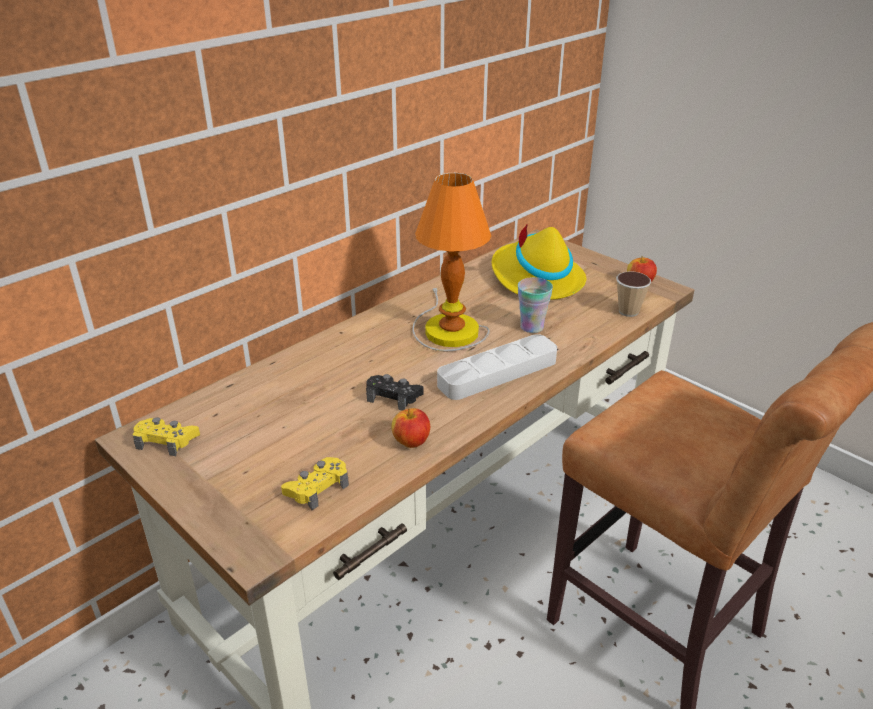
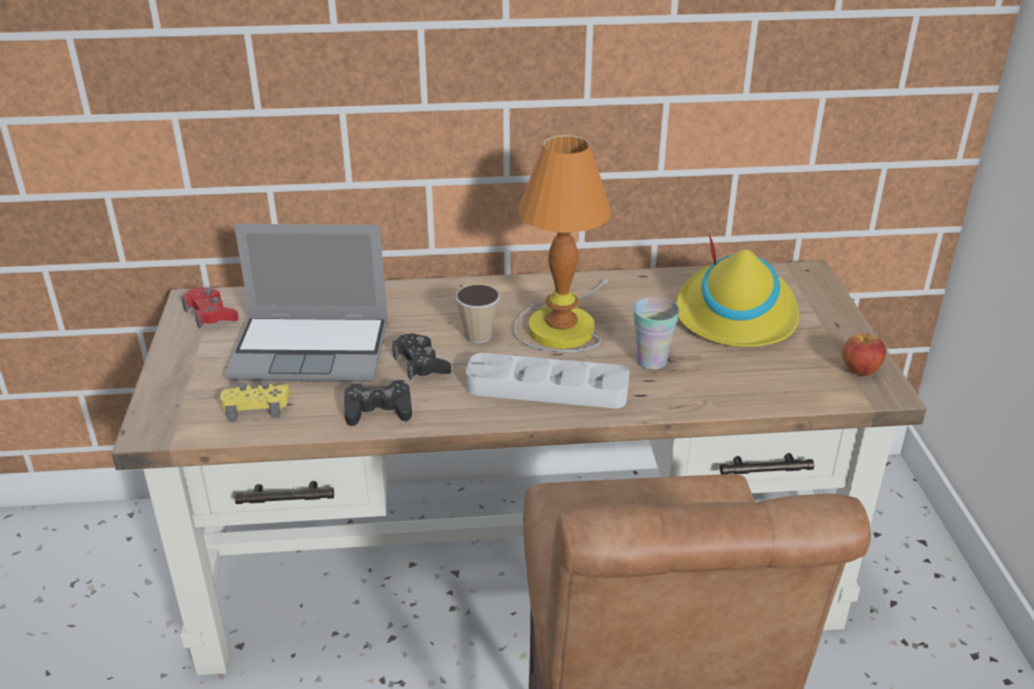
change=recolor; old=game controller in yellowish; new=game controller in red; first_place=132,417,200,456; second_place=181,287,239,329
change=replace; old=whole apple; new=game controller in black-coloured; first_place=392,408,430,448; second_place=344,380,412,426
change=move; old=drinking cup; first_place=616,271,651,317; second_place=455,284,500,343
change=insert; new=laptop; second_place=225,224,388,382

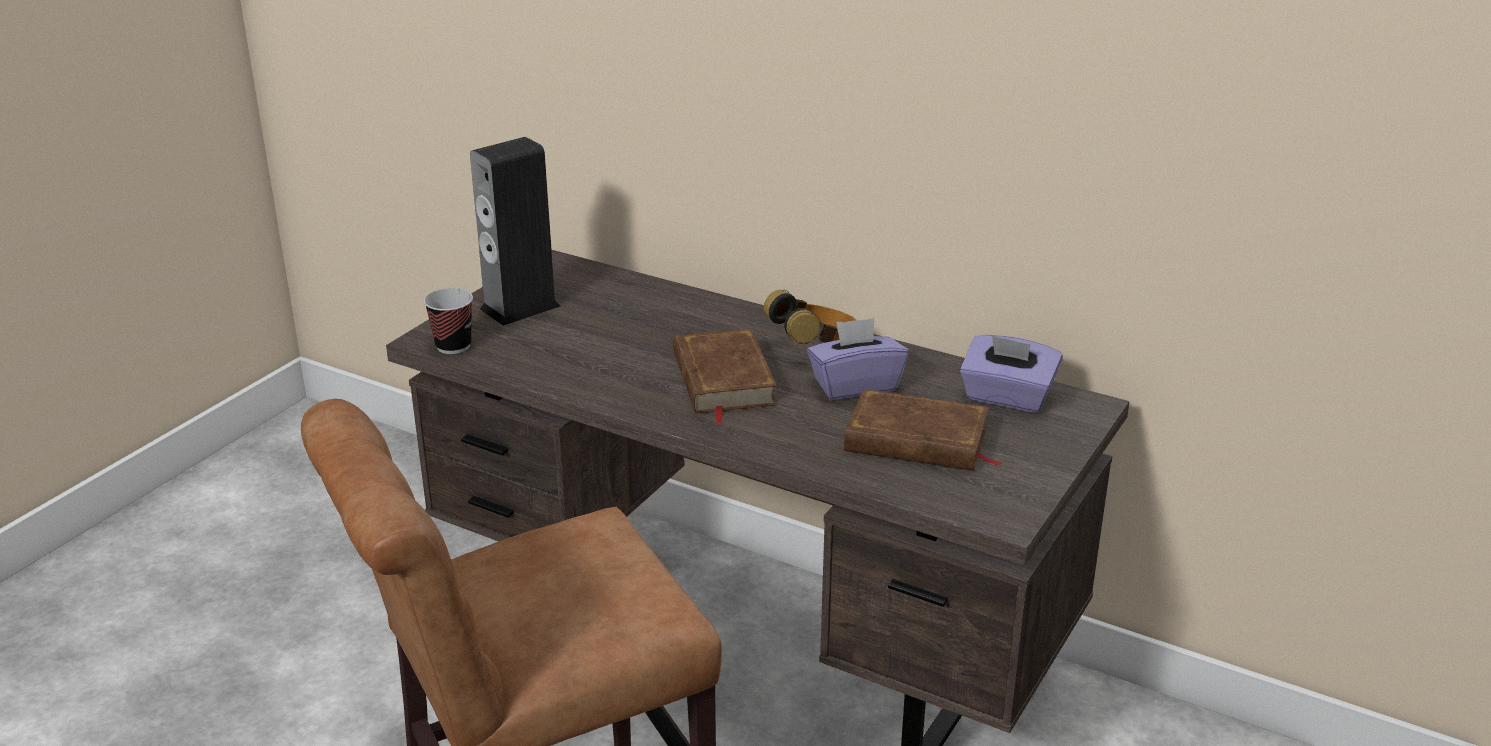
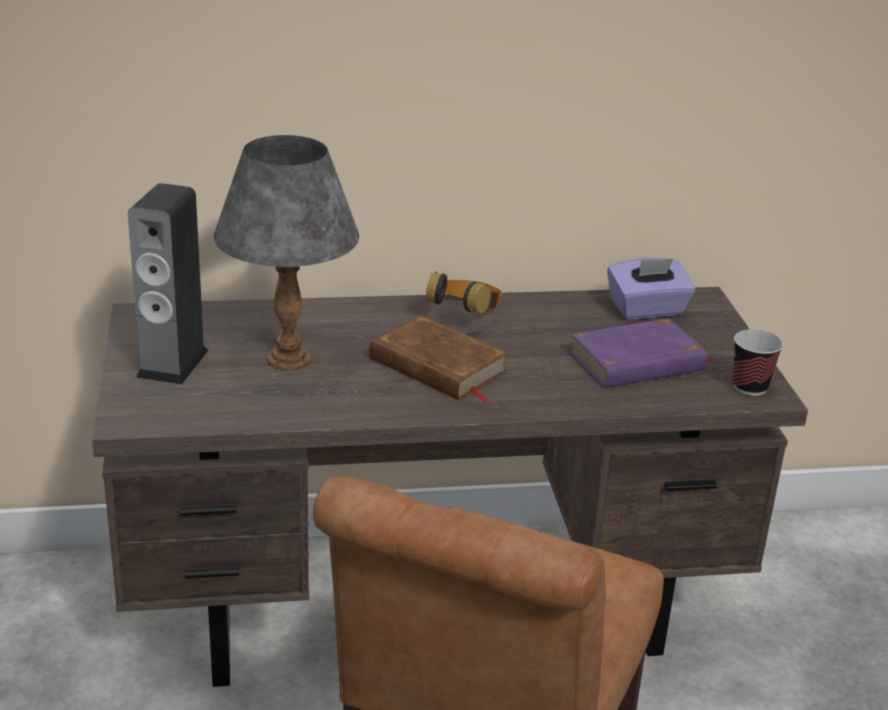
change=move; old=drinking cup; first_place=424,288,473,354; second_place=733,329,783,396
change=delete; old=tissue holder in purple; first_place=807,318,909,400
change=recolor; old=bound book in brown-coloured; new=bound book in purple; first_place=844,389,1001,471; second_place=569,318,712,388
change=insert; new=lamp for a table in gray; second_place=214,135,359,371

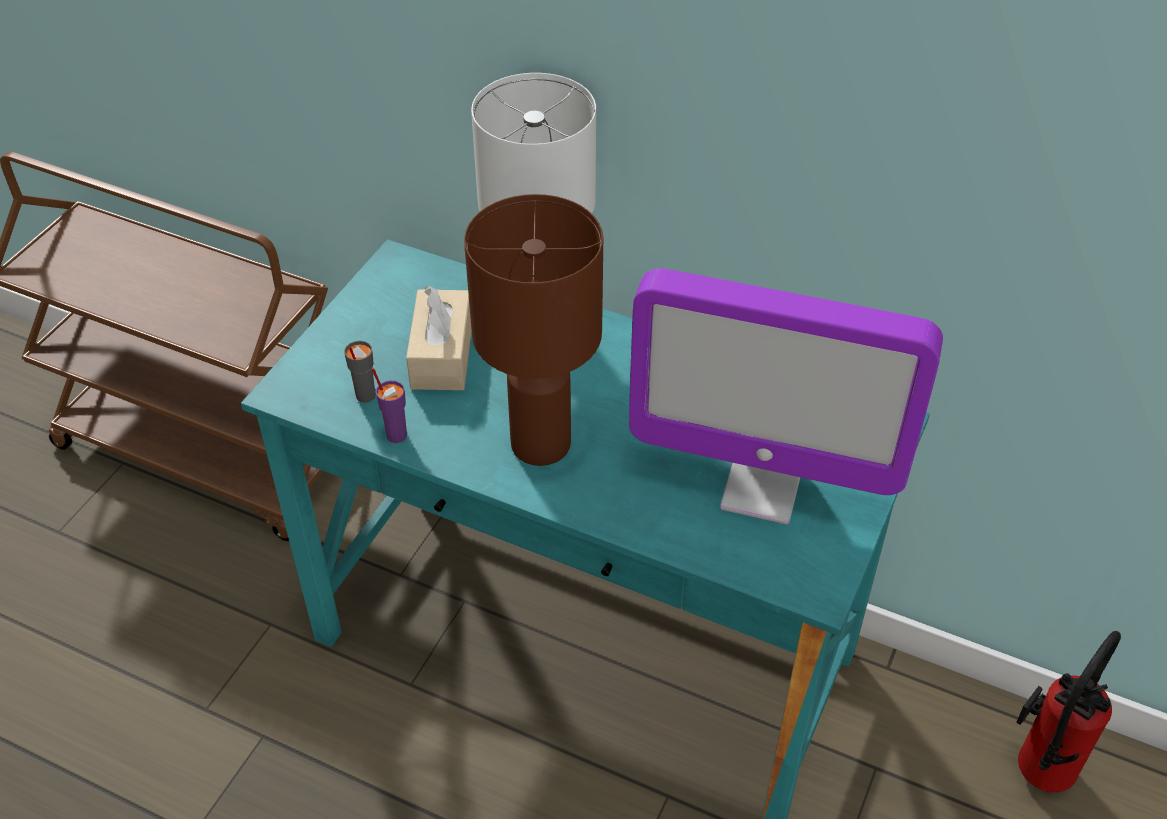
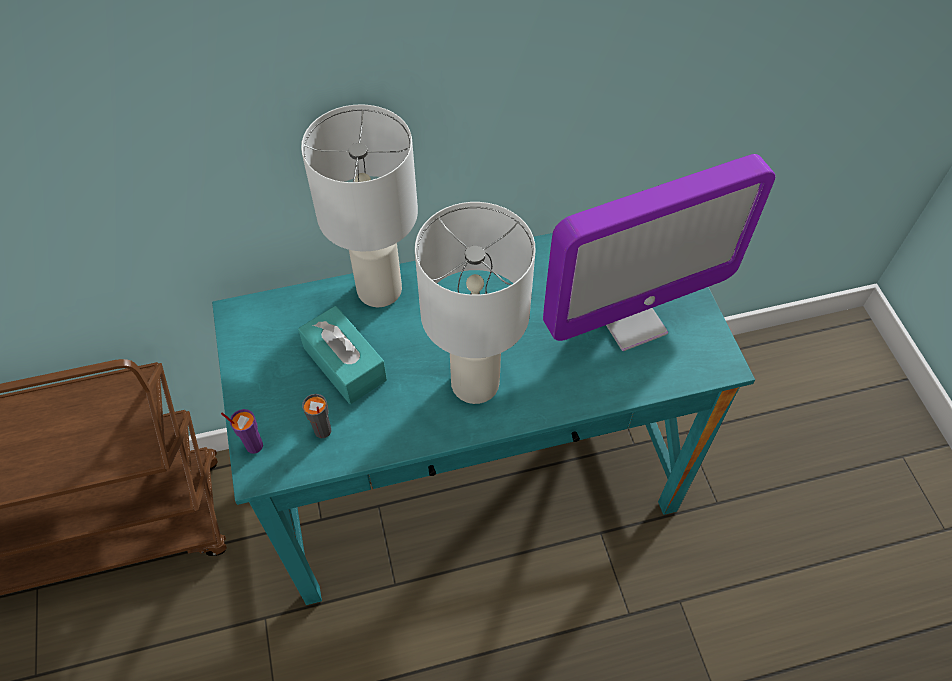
change=move; old=drinking cup in purple; first_place=372,368,407,443; second_place=221,409,263,454
change=recolor; old=tissue holder in beige-coloured; new=tissue holder in blue-green; first_place=406,286,472,390; second_place=298,306,387,404
change=recolor; old=lamp for a table in brown-coloured; new=lamp for a table in white-coloured; first_place=464,194,603,466; second_place=415,202,536,404
change=delete; old=fire extinguisher; first_place=1016,631,1121,792

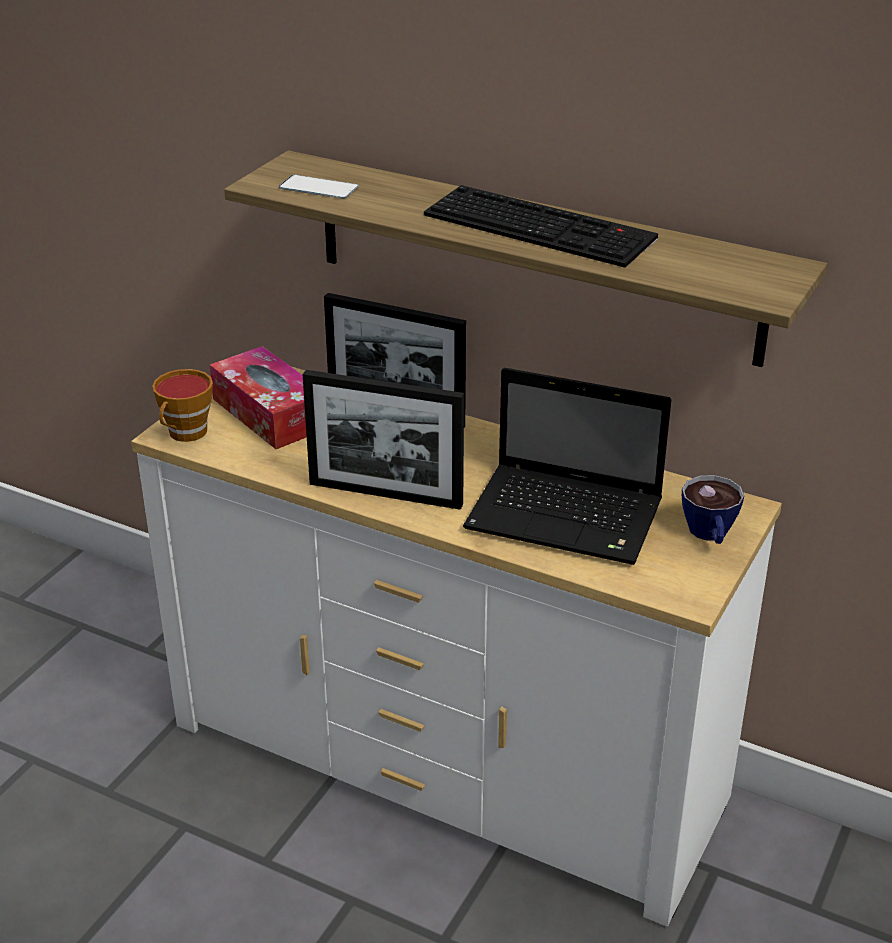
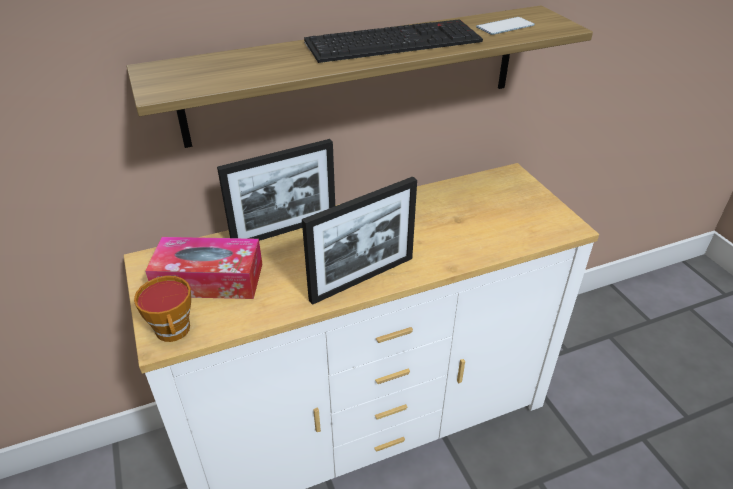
change=move; old=handset; first_place=279,175,359,199; second_place=476,17,535,35
change=delete; old=laptop; first_place=463,368,672,565
change=delete; old=drinking cup; first_place=682,475,744,544

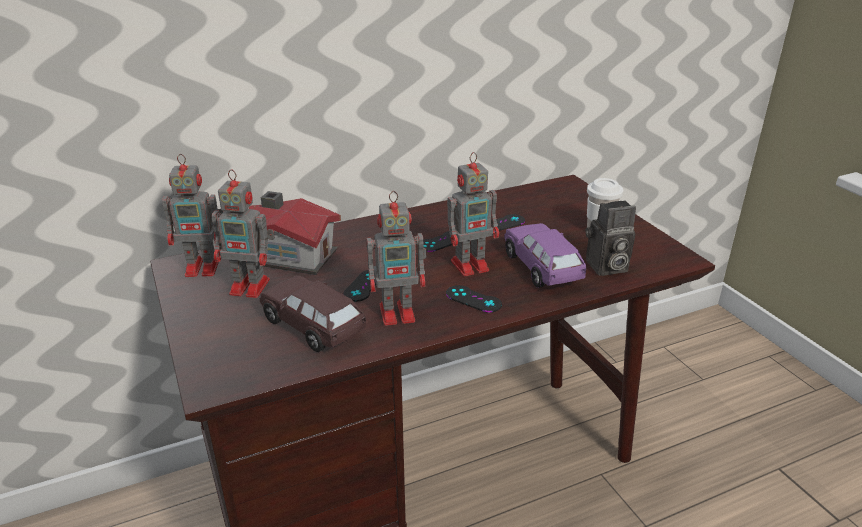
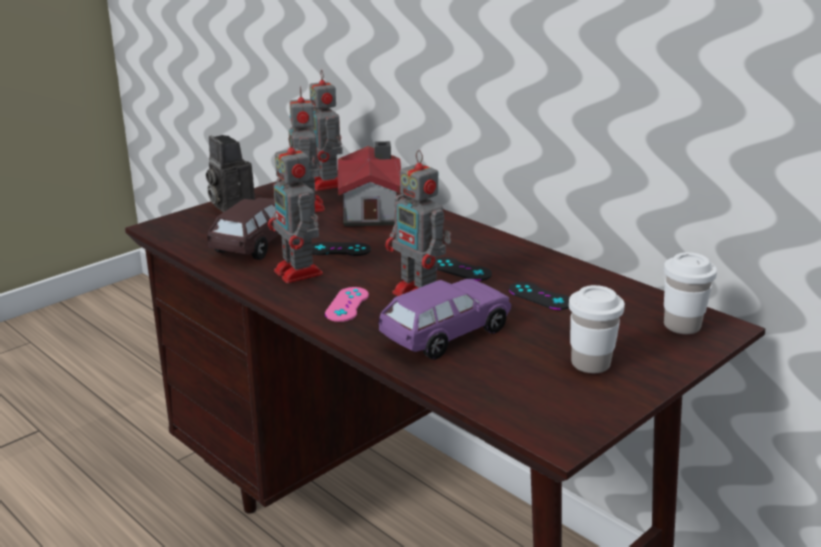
change=recolor; old=game controller in black-coloured; new=game controller in pinkish; first_place=446,285,502,313; second_place=325,287,369,322
change=move; old=still camera; first_place=585,200,636,276; second_place=206,135,255,212
change=insert; new=drinking cup in white-coloured; second_place=664,252,717,334

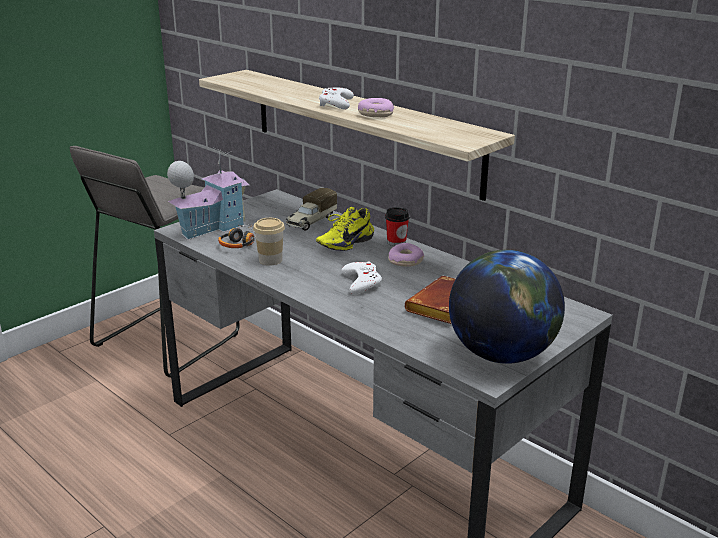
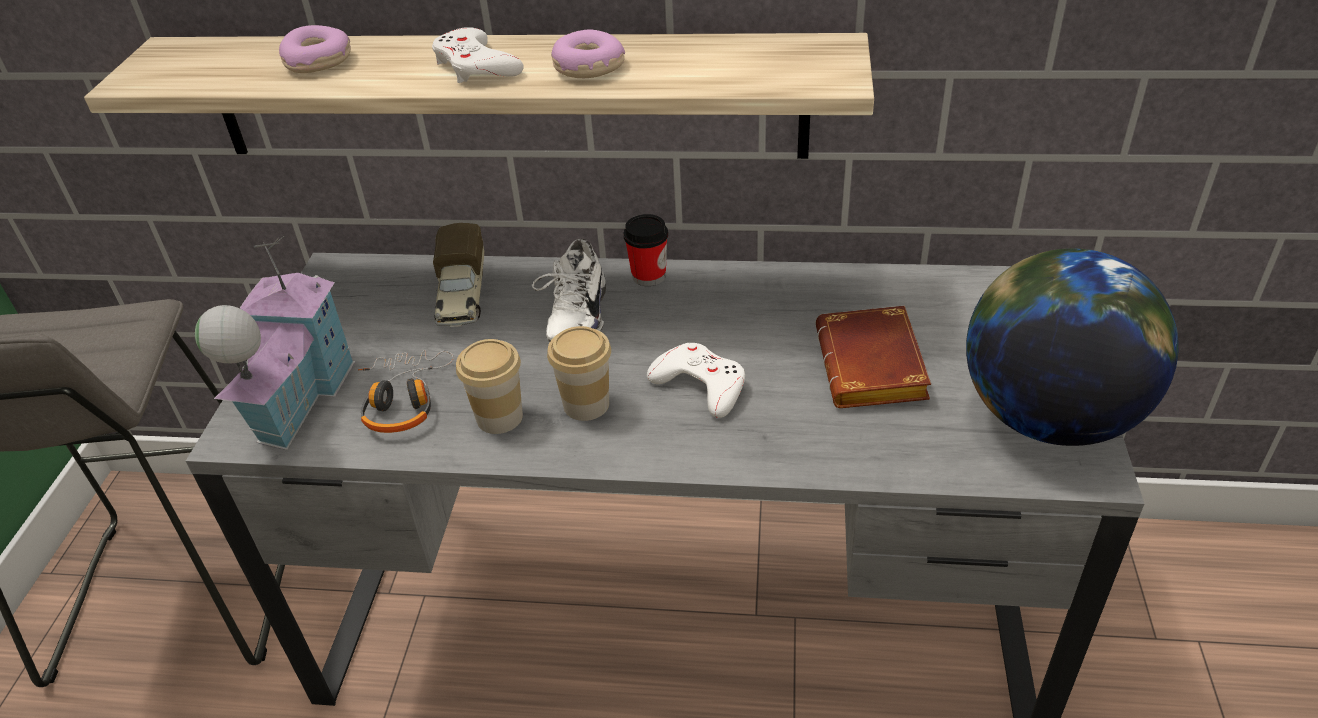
change=recolor; old=item of footwear in yellowish; new=item of footwear in white-coloured; first_place=316,207,374,251; second_place=532,239,606,342
change=move; old=donut; first_place=388,243,424,267; second_place=279,25,351,73
change=insert; new=drinking cup; second_place=547,326,611,421

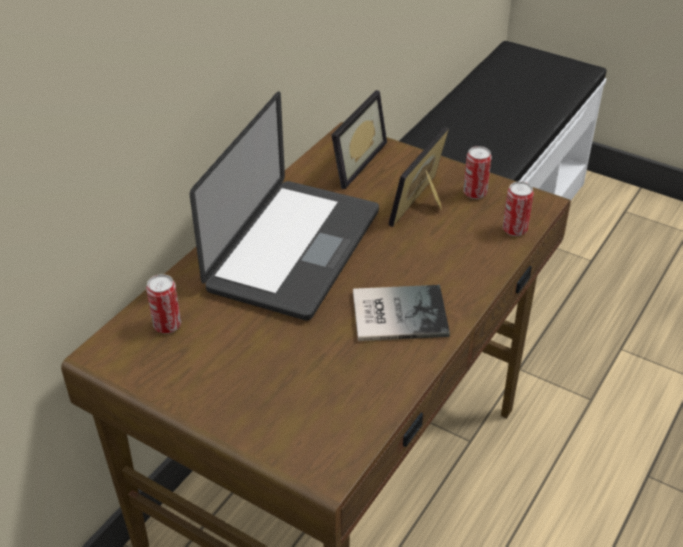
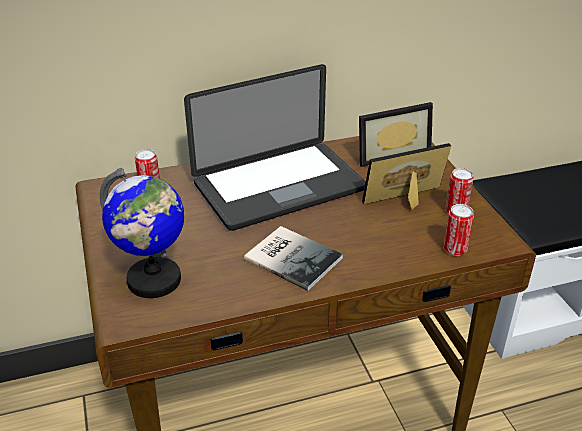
change=insert; new=globe; second_place=100,168,184,298

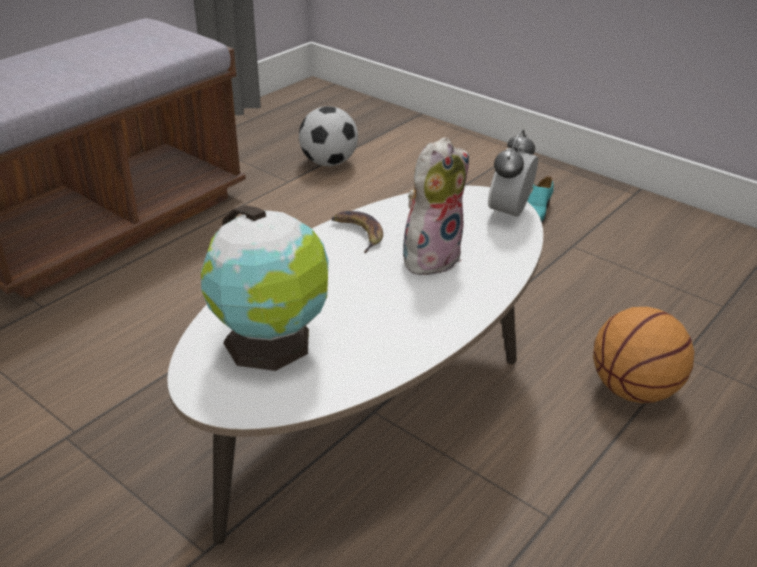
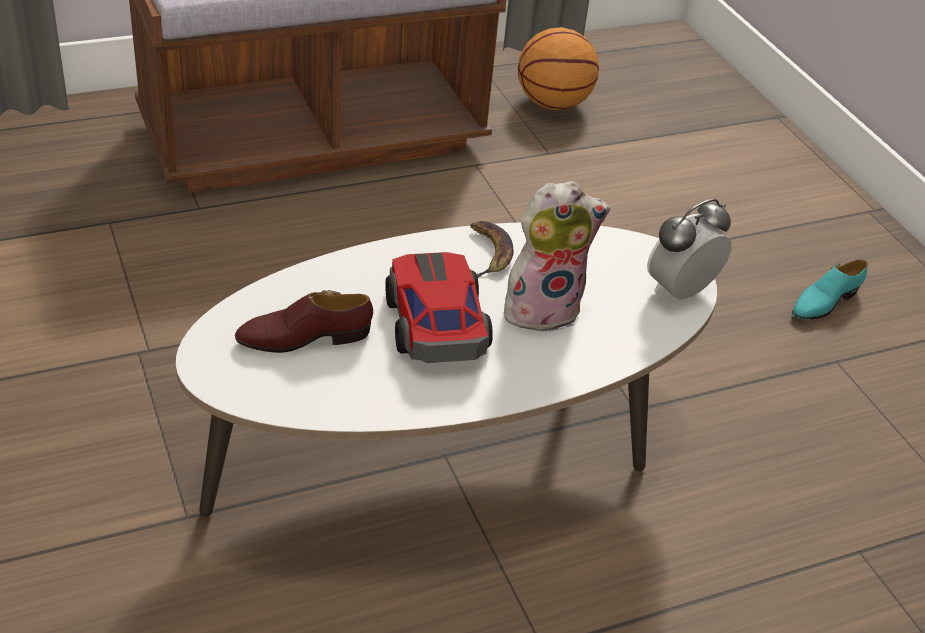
change=replace; old=globe; new=item of footwear in brown-coloured; first_place=201,205,329,371; second_place=235,290,373,353
change=delete; old=football; first_place=299,106,358,166
change=move; old=basketball ball; first_place=593,307,694,403; second_place=518,27,599,110
change=insert; new=miniature car; second_place=385,252,493,363

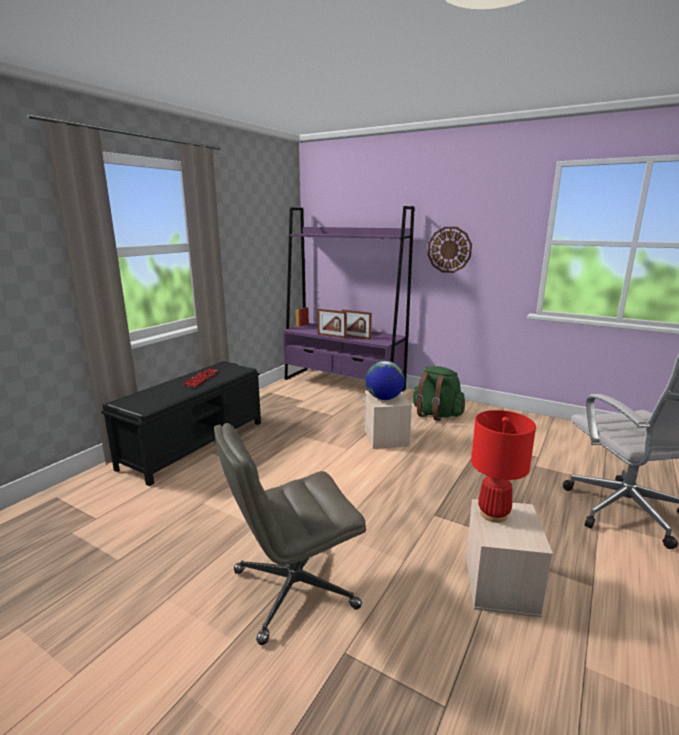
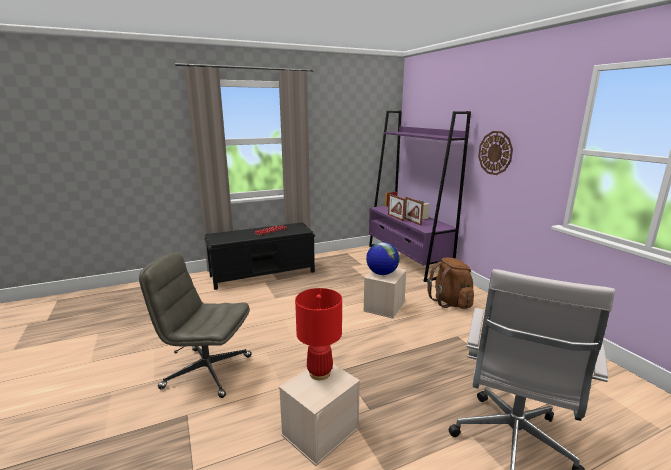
change=recolor; old=backpack in greenish; new=backpack in brown-coloured; first_place=413,366,465,421; second_place=427,258,474,309

